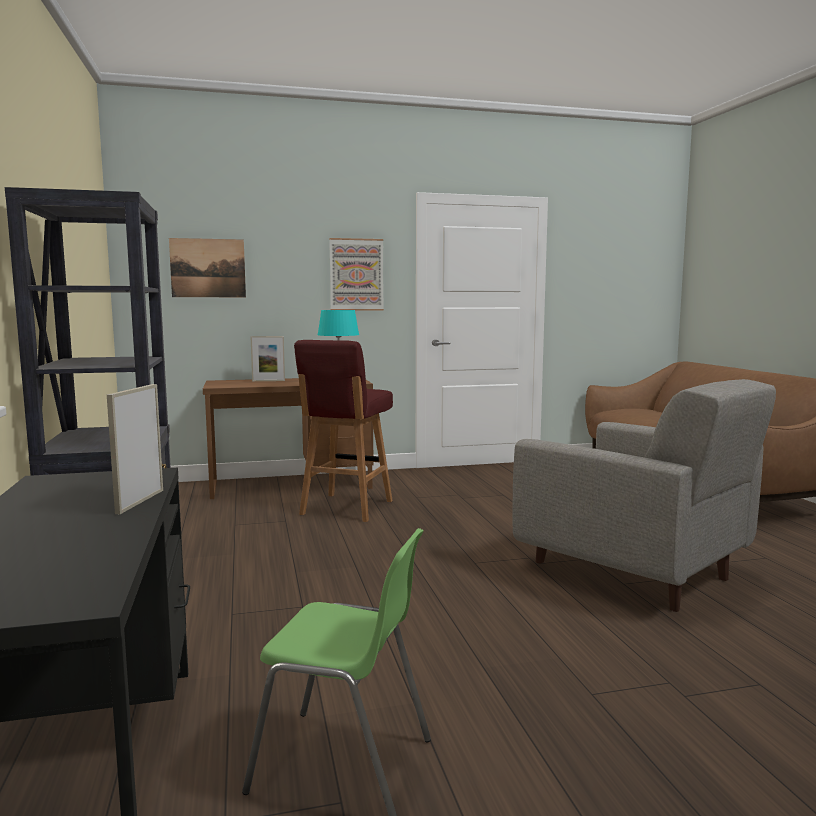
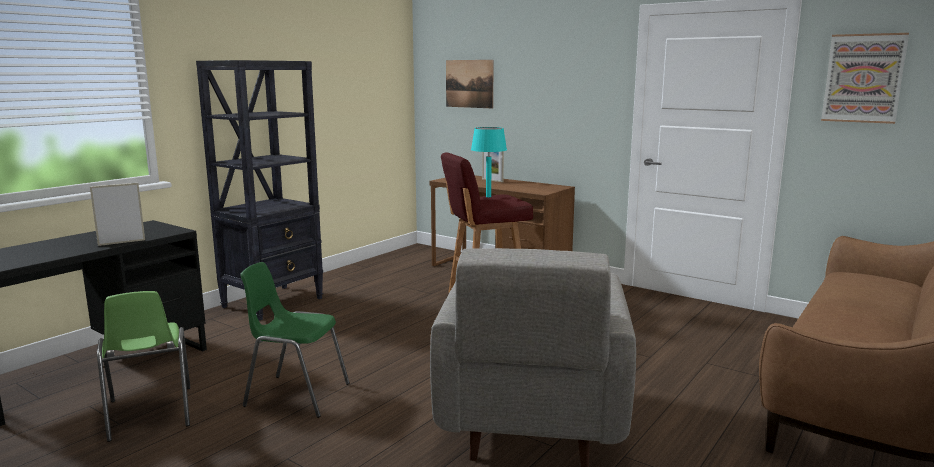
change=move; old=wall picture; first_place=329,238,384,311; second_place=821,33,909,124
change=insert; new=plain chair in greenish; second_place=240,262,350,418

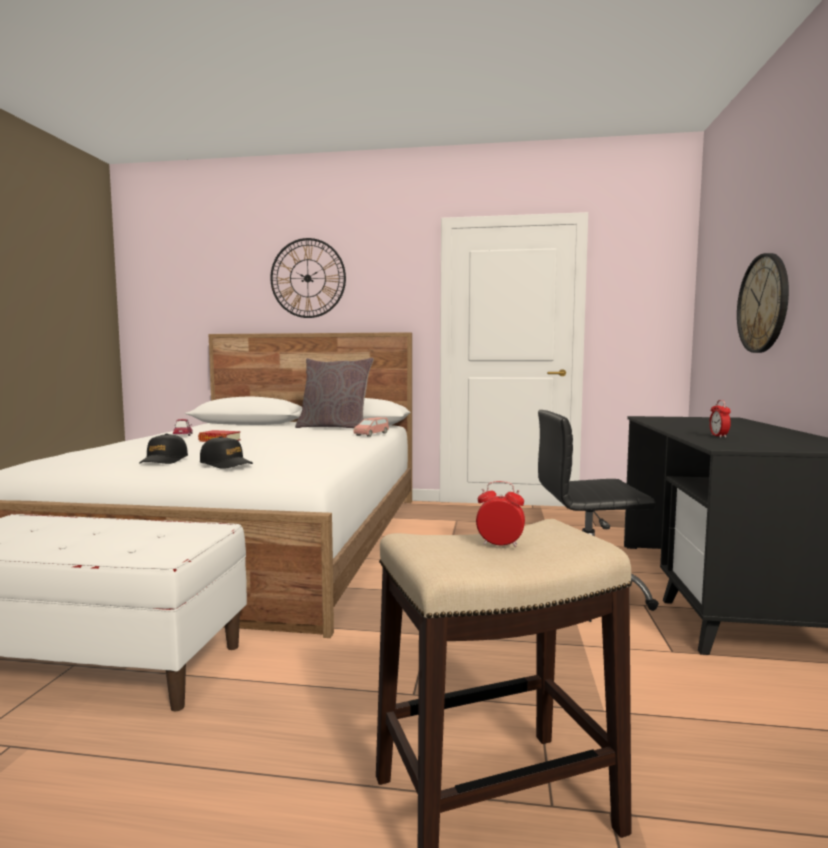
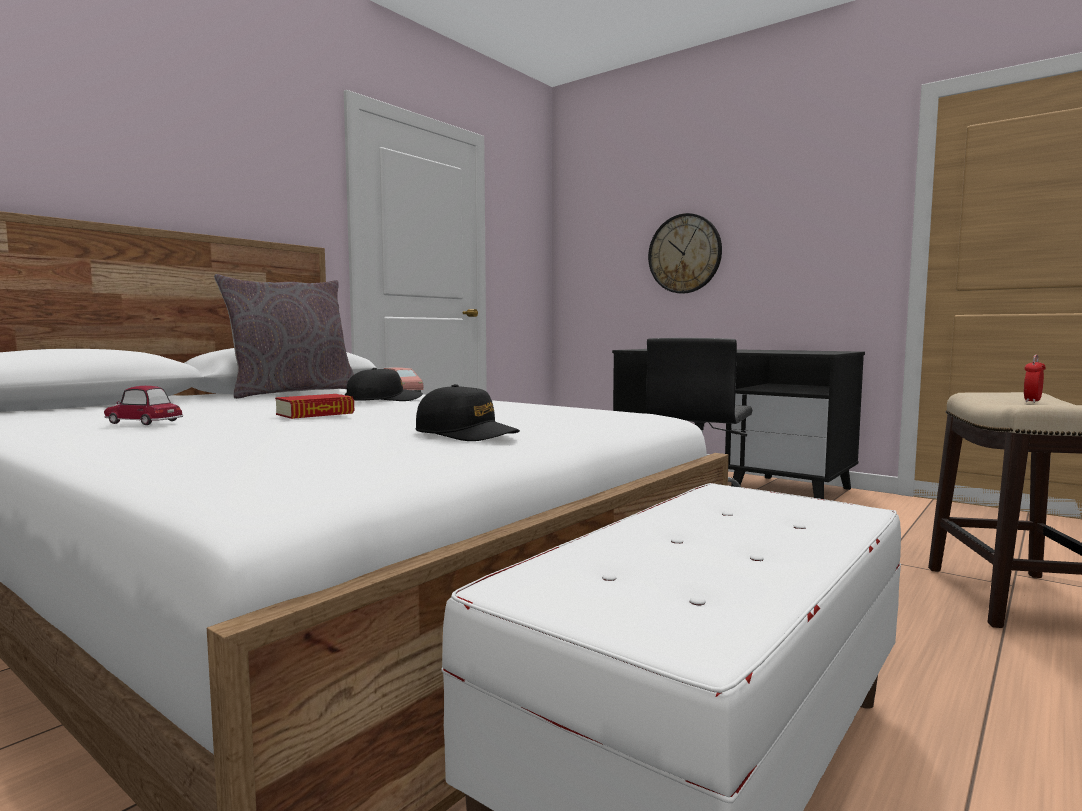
change=move; old=cap in black-coloured; first_place=200,436,253,469; second_place=345,368,423,401
change=delete; old=clock on the wall; first_place=270,238,346,318
change=delete; old=bedside clock; first_place=709,400,731,438

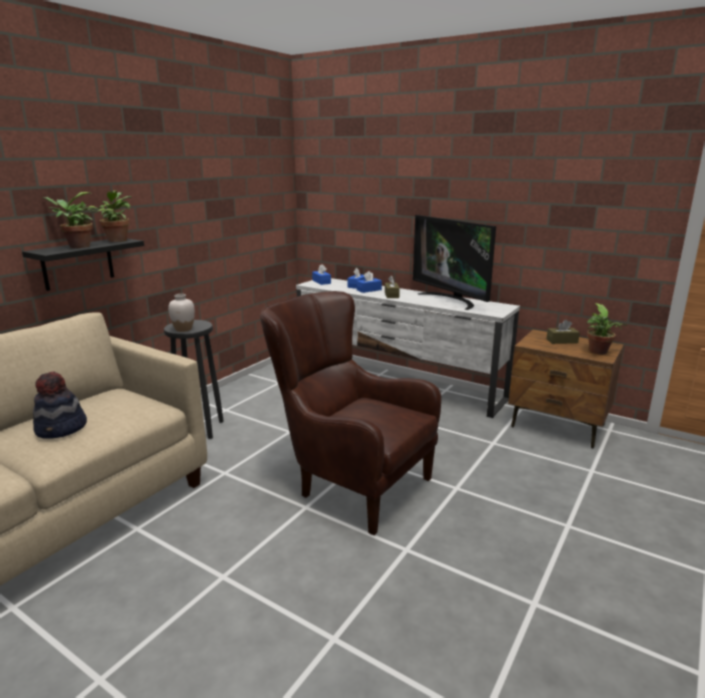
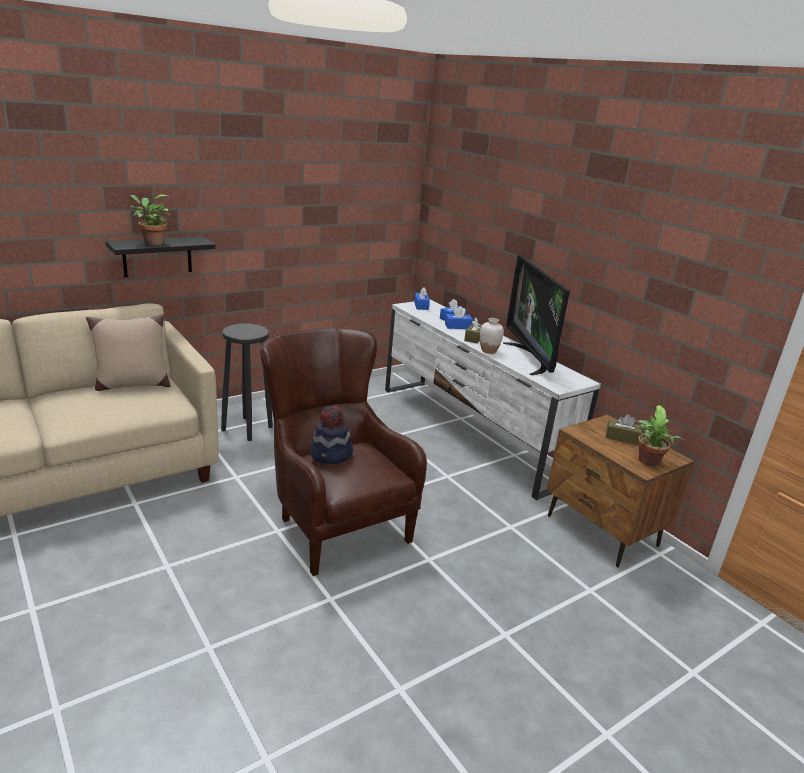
change=move; old=clothing hat; first_place=33,371,87,439; second_place=310,405,353,464
change=delete; old=potted plant; first_place=88,191,132,242
change=move; old=decorative vase in white-coloured; first_place=168,294,195,332; second_place=480,318,504,354
change=insert; new=pillow in beige-coloured; second_place=86,314,170,391

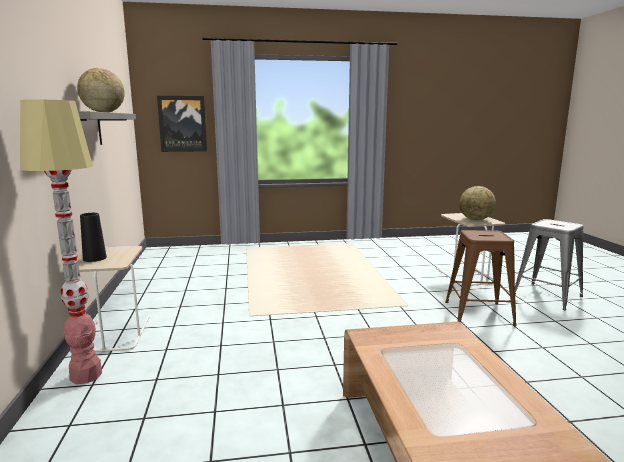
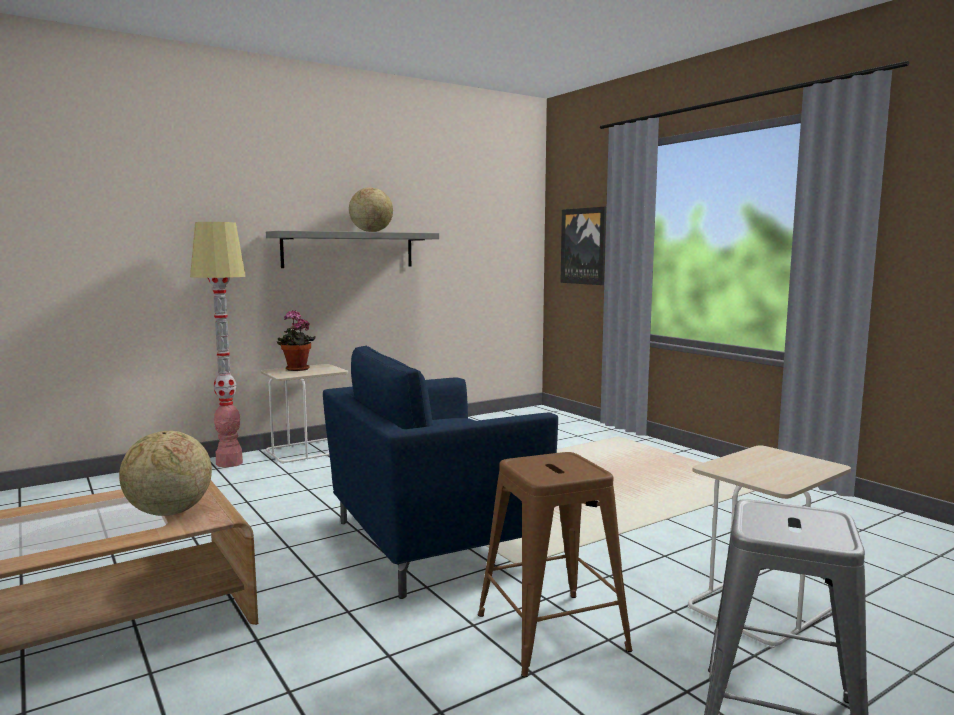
change=replace; old=decorative vase in black-coloured; new=potted plant; first_place=80,213,107,262; second_place=277,310,316,371
change=move; old=globe; first_place=459,186,496,220; second_place=119,431,212,516
change=insert; new=lounge chair in blue; second_place=323,346,558,599

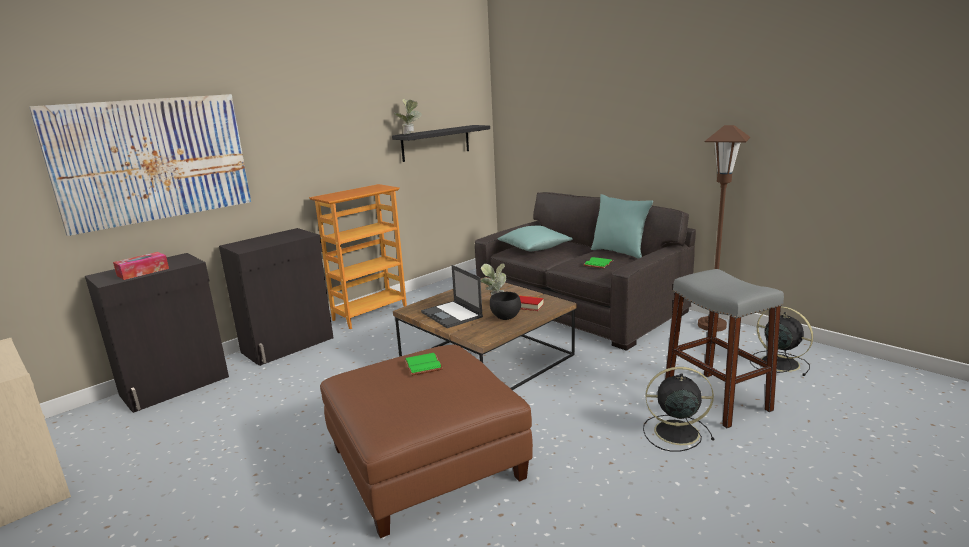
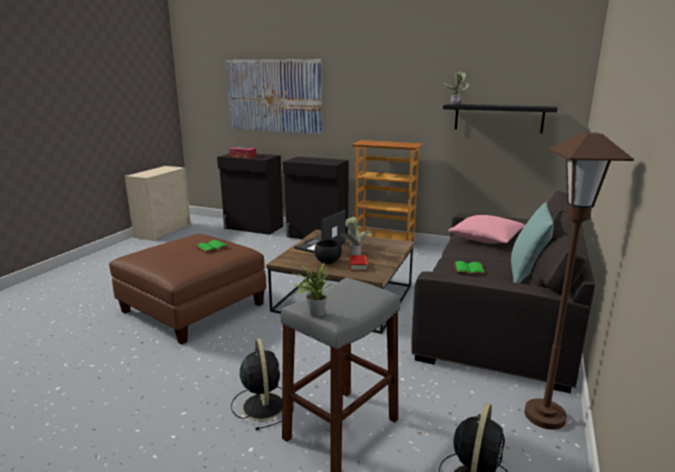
change=recolor; old=pillow in blue-green; new=pillow in pinkish; first_place=498,225,573,251; second_place=448,215,525,244
change=insert; new=potted plant; second_place=295,263,335,317

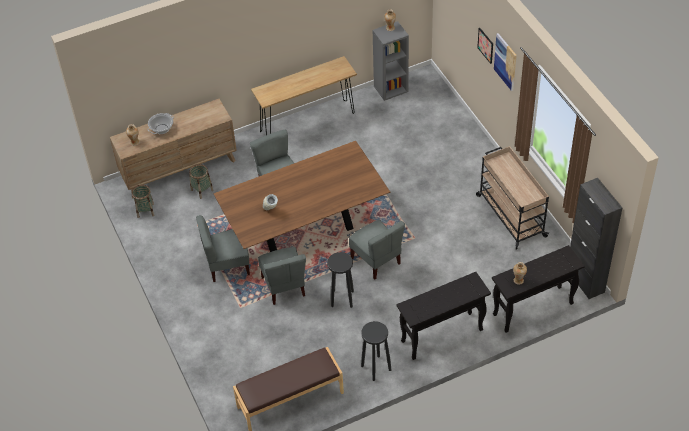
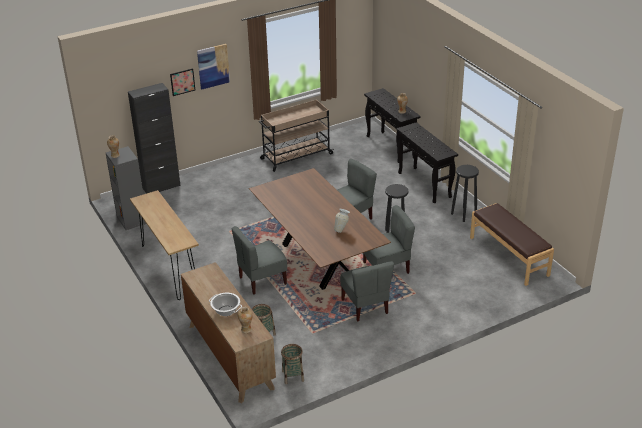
change=move; old=cupboard in black-coloured; first_place=570,178,622,299; second_place=128,83,181,194

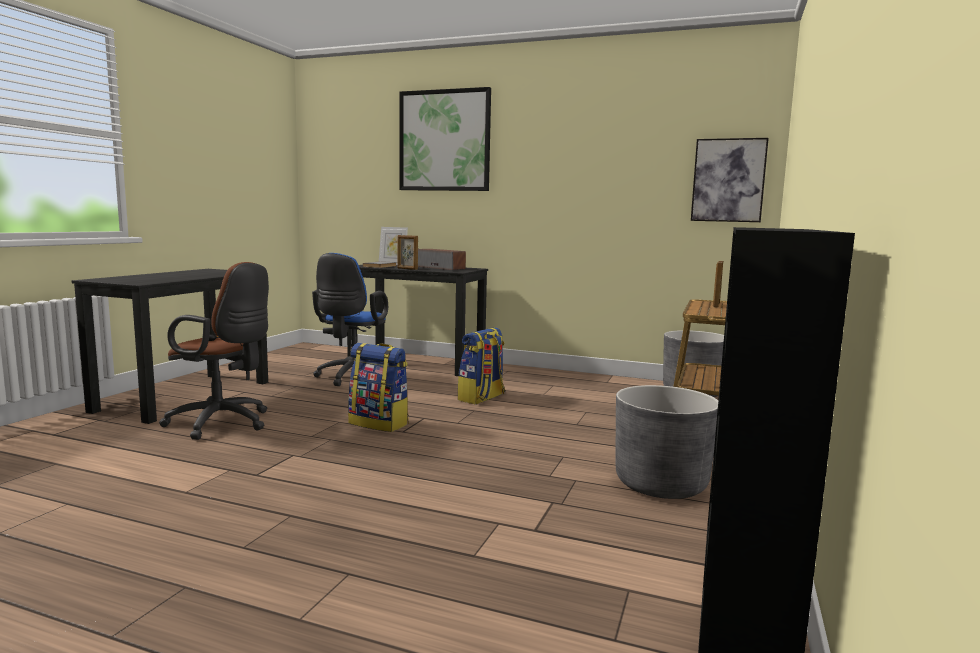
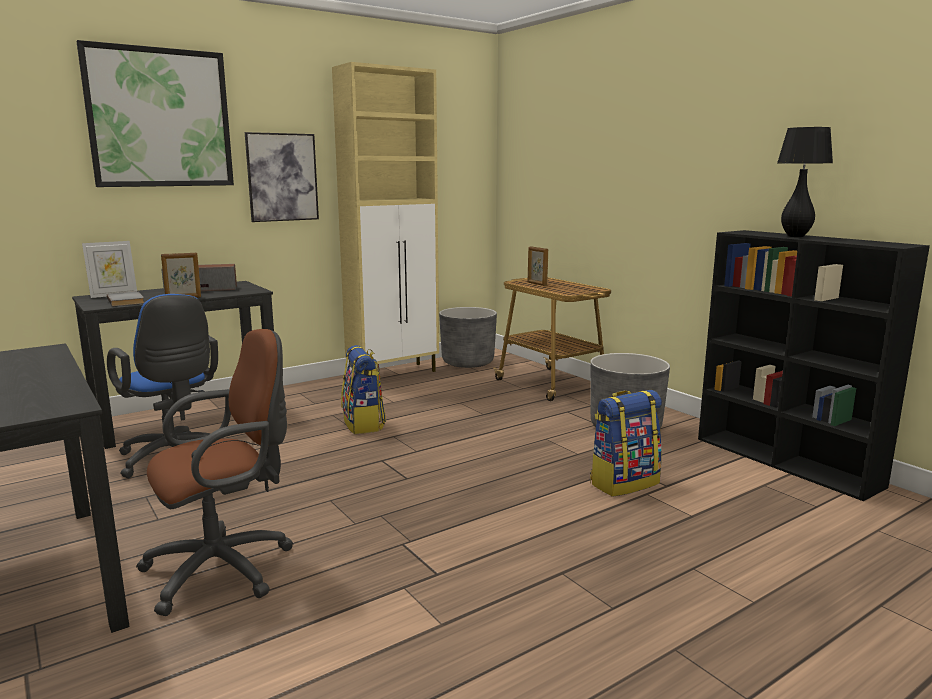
change=move; old=backpack; first_place=348,343,409,432; second_place=590,390,662,497
change=move; old=wall picture; first_place=691,138,769,222; second_place=245,132,319,222
change=insert; new=cupboard in beige-coloured; second_place=332,62,439,372
change=insert; new=lamp for a table in black-coloured; second_place=777,127,833,237

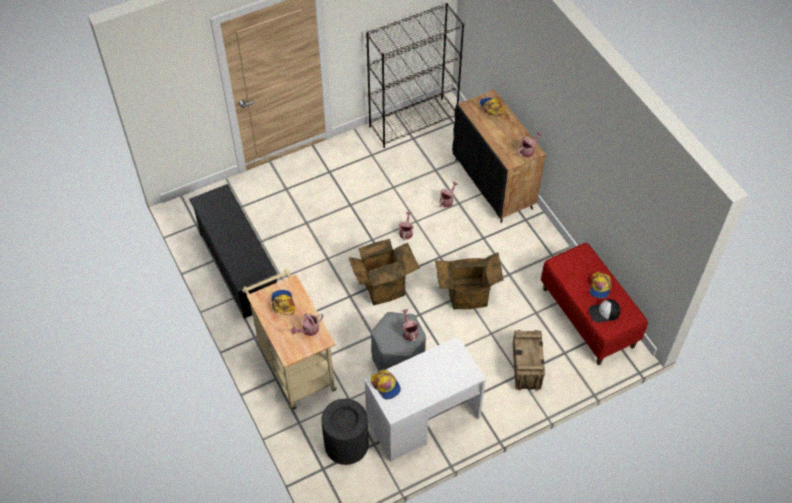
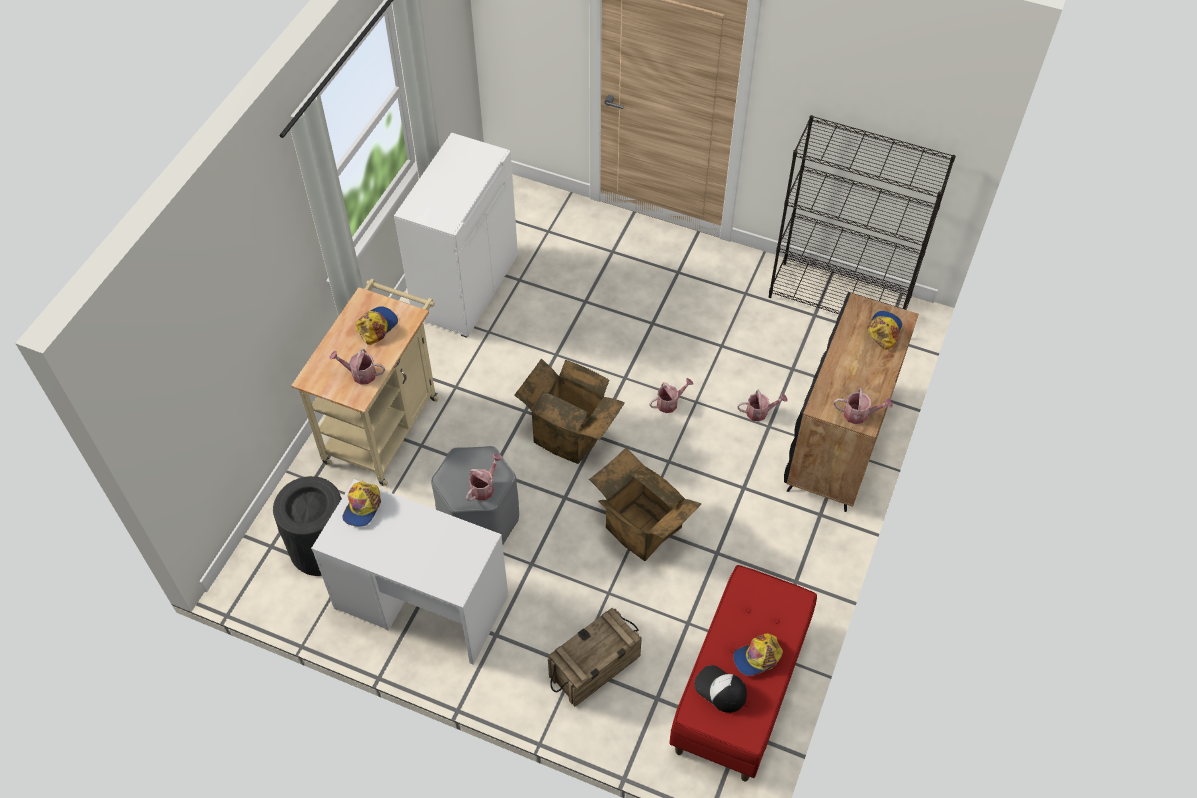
change=replace; old=shoe rack in black-coloured; new=cupboard in white-coloured; first_place=189,184,278,319; second_place=394,133,518,338

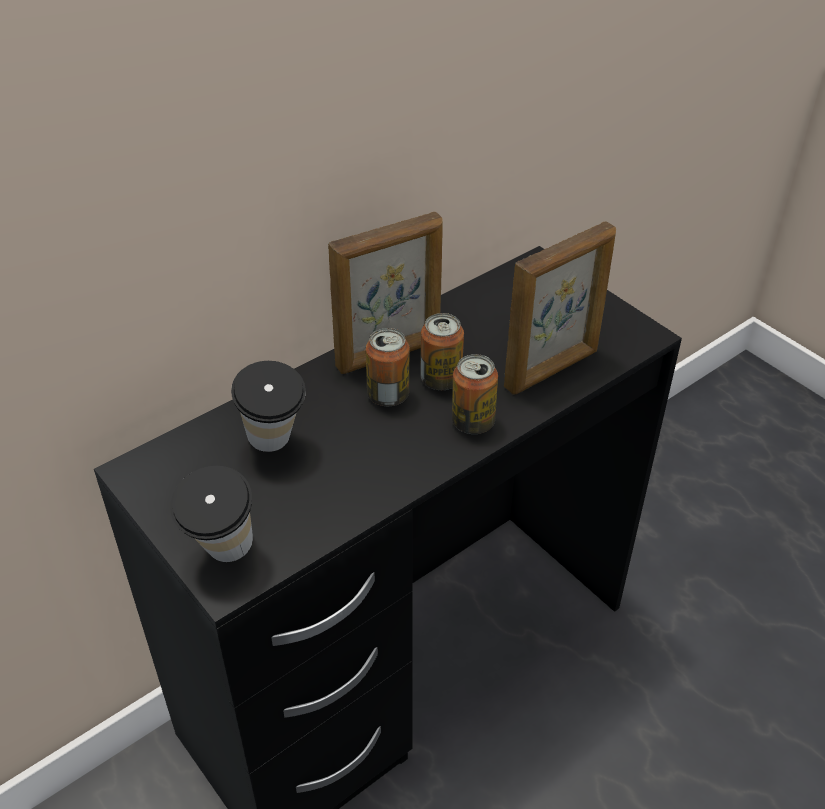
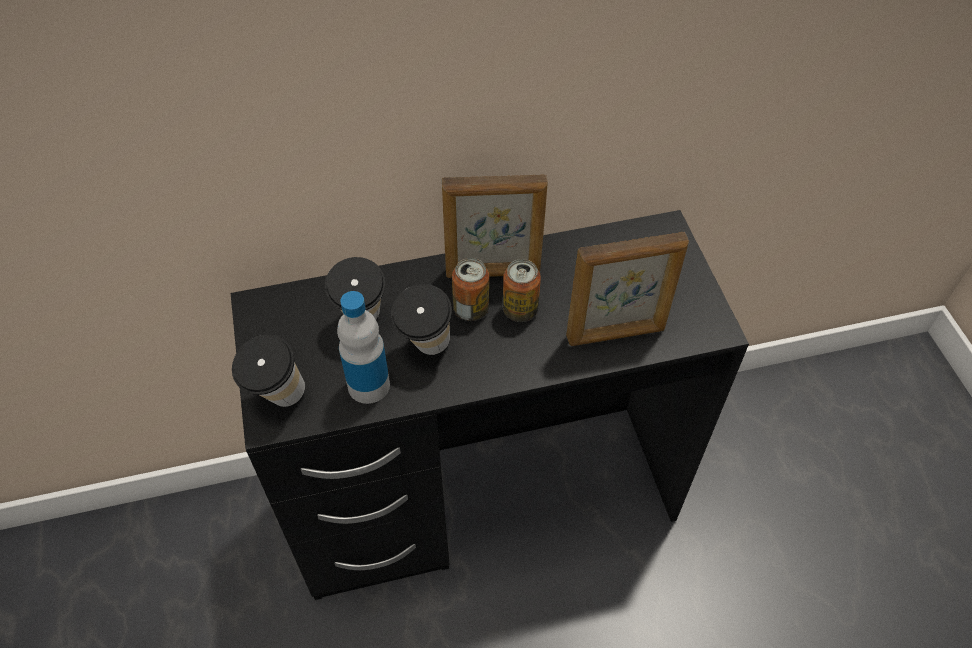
change=delete; old=sealed can; first_place=452,354,498,434
change=insert; new=beverage bottle; second_place=337,291,390,404
change=insert; new=drinking cup; second_place=391,284,452,355

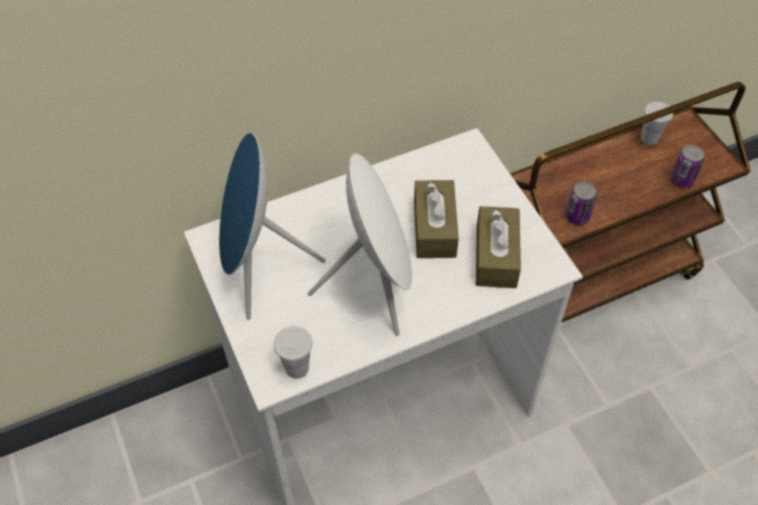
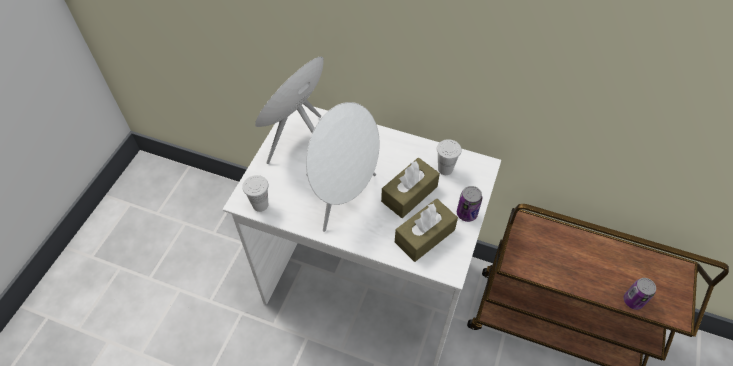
change=move; old=sealed can; first_place=565,182,597,225; second_place=457,186,482,222
change=move; old=drinking cup in white-coloured; first_place=641,102,673,145; second_place=437,139,462,175

